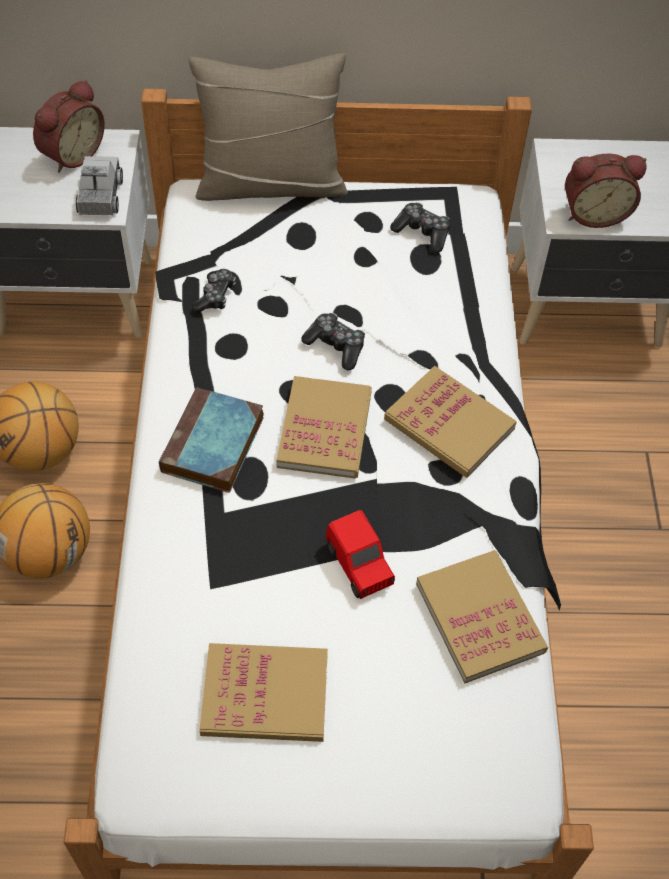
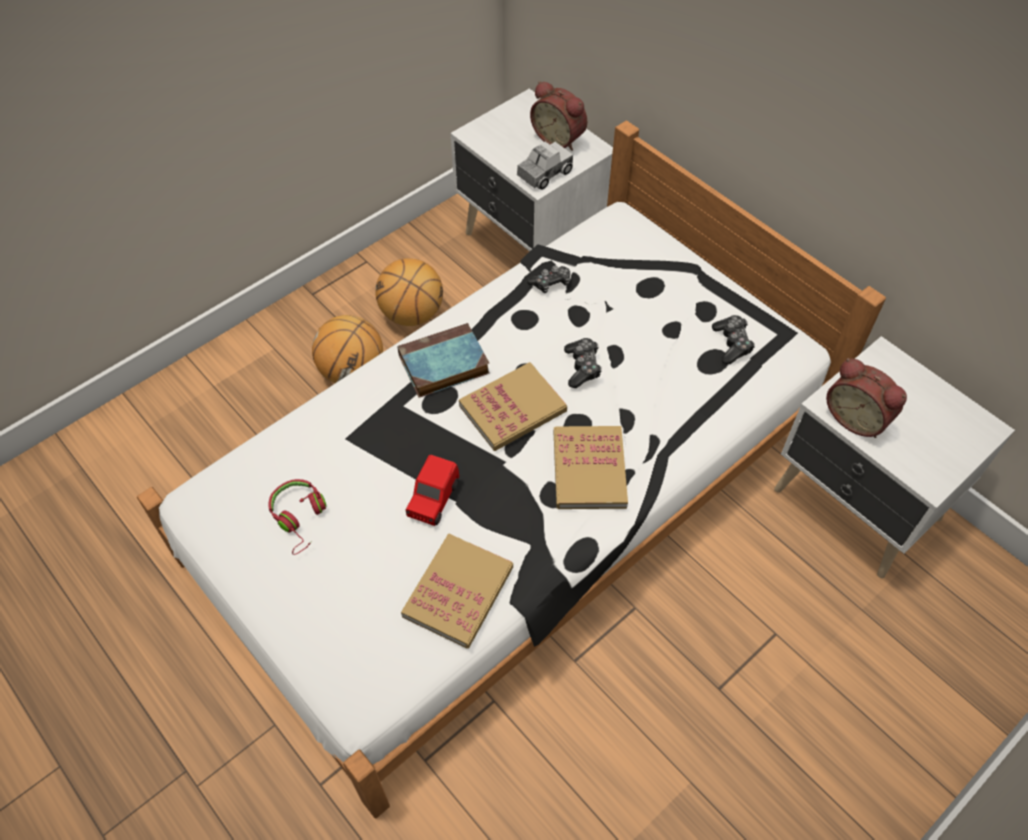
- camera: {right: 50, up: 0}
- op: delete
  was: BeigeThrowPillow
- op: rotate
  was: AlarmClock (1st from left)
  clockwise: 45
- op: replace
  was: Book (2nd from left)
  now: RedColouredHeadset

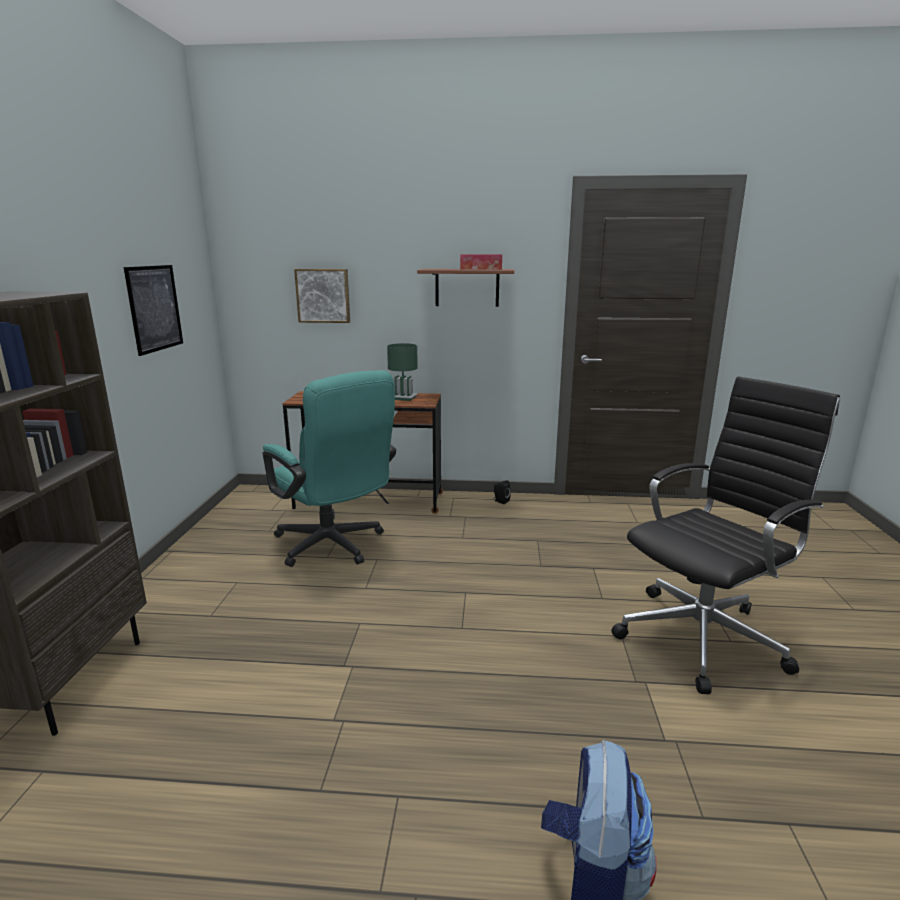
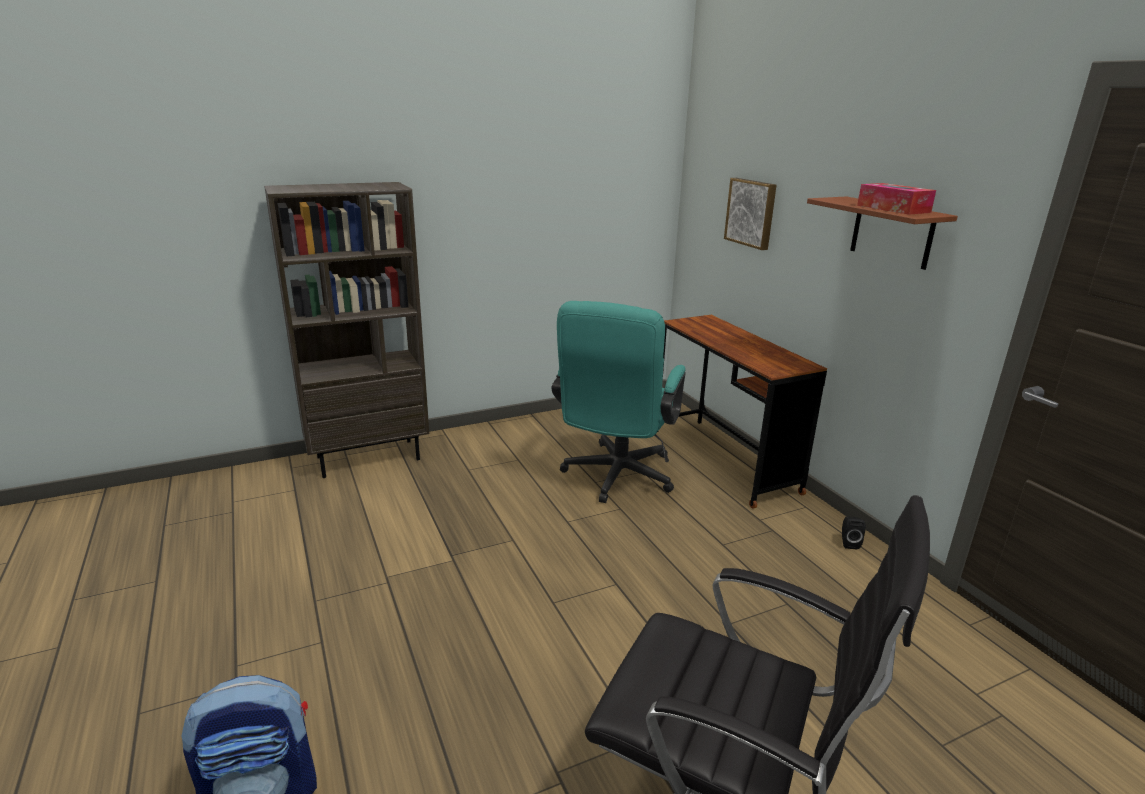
- camera: {right: 60, up: 5}
- op: delete
  was: Picture (1st from left)
- op: delete
  was: GreenLampForATable

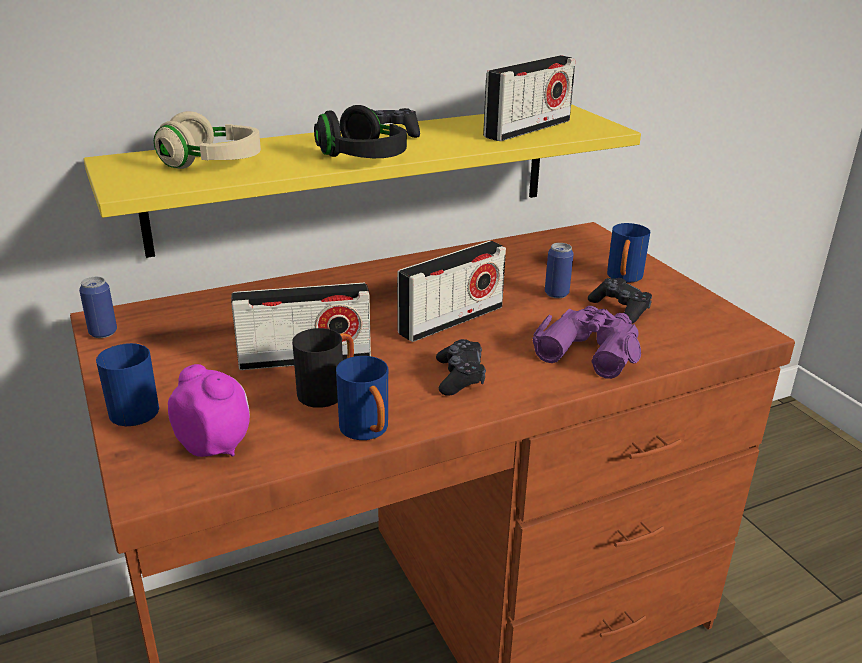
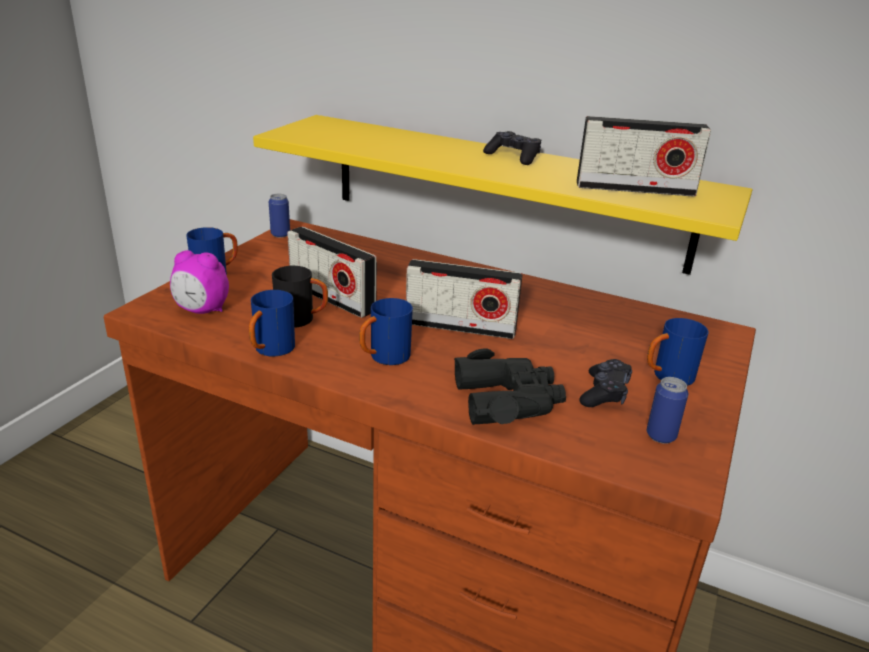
- camera: {right: 50, up: 0}
- op: delete
  was: BlackColouredHeadset
- op: delete
  was: BeigeHeadset
- op: move
  was: Can (2nd from left)
- op: recolor
  was: PurpleColouredPairOfBinoculars
  now: BlackColouredPairOfBinoculars
- op: replace
  was: BlackColouredGameController (2nd from left)
  now: BluishTeaMug (3rd from left)
- op: rotate
  was: AlarmClock
  clockwise: 105

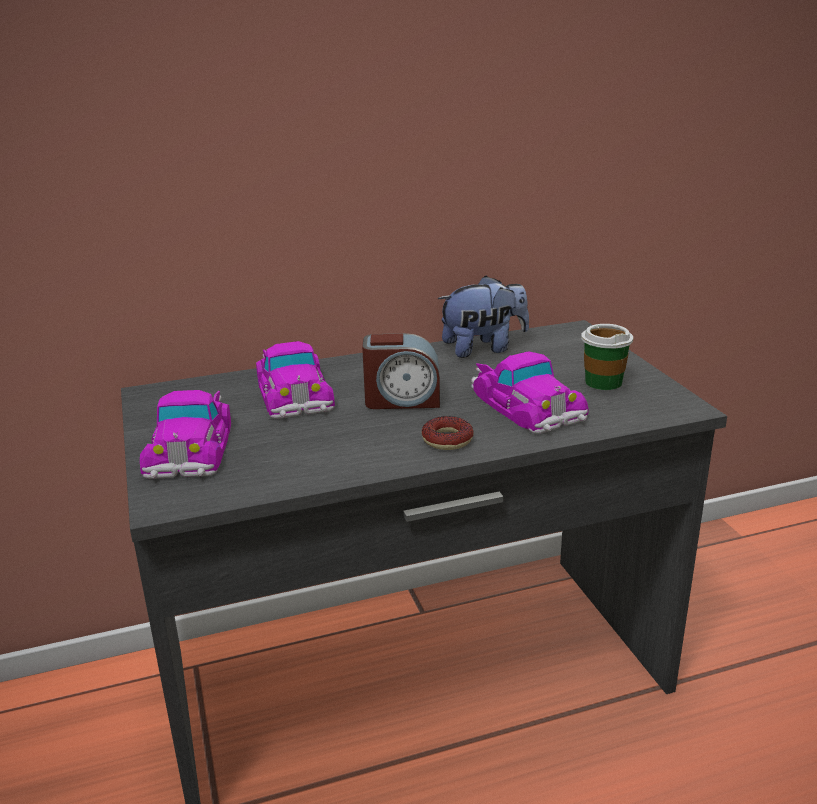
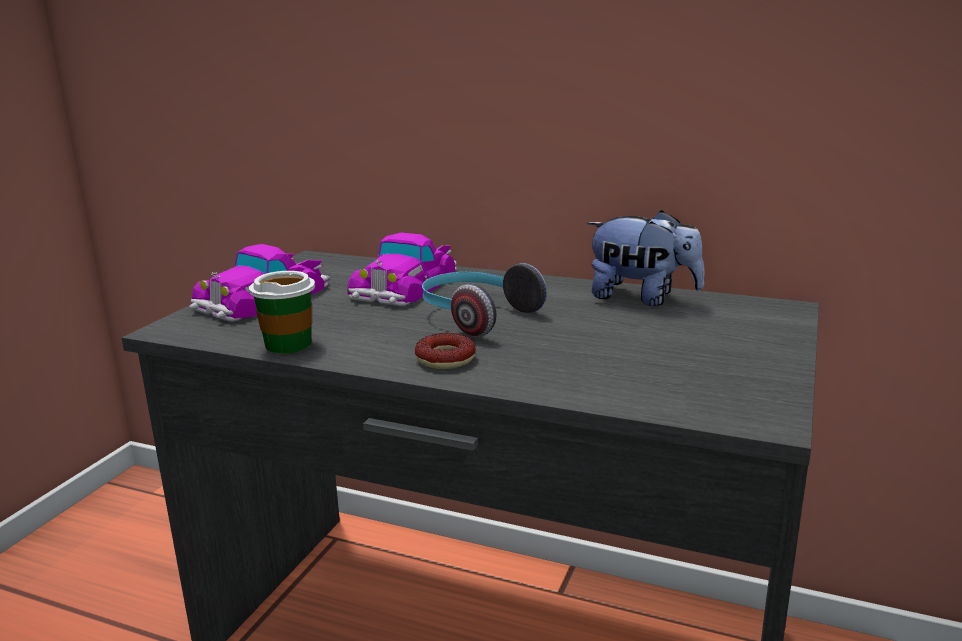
- camera: {right: 40, up: -5}
- op: move
  was: Cup
- op: replace
  was: AlarmClock
  now: Headset
- op: delete
  was: MiniatureCar (3rd from left)

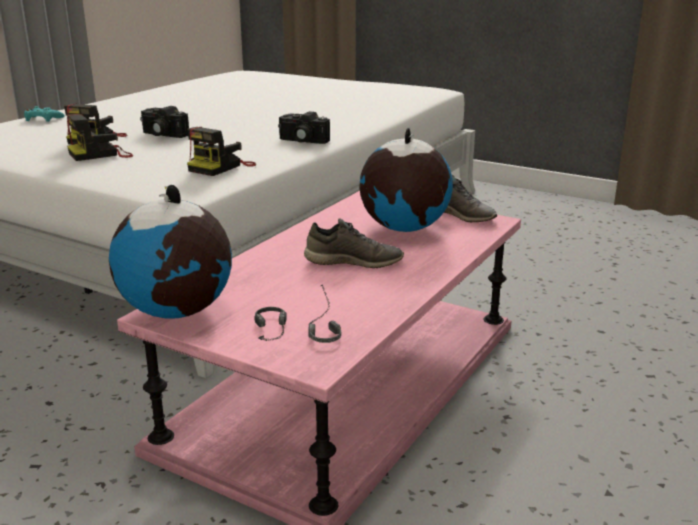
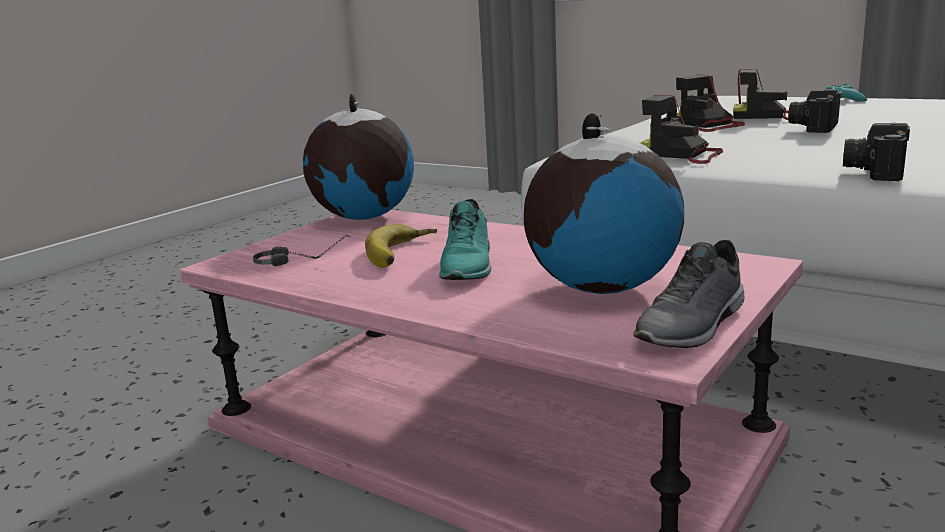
- camera: {right: 95, up: -5}
- op: recolor
  was: GrayItemOfFootwear (1st from left)
  now: BlueGreenItemOfFootwear
- op: delete
  was: Headset (1st from left)
- op: insert
  now: WholeBanana

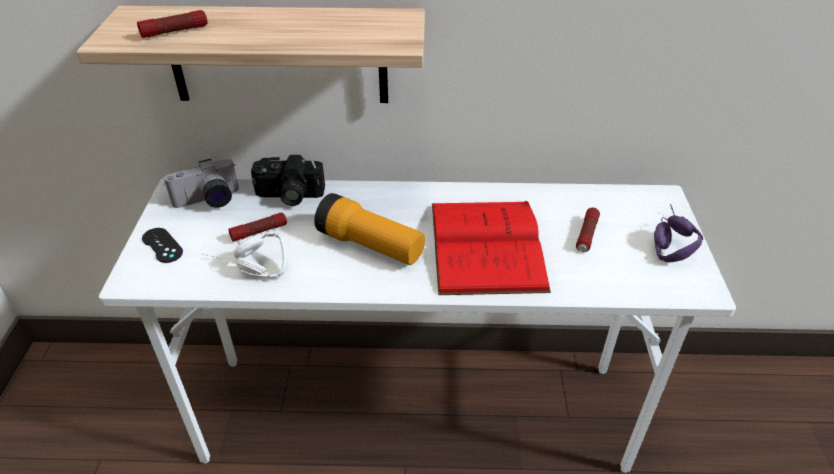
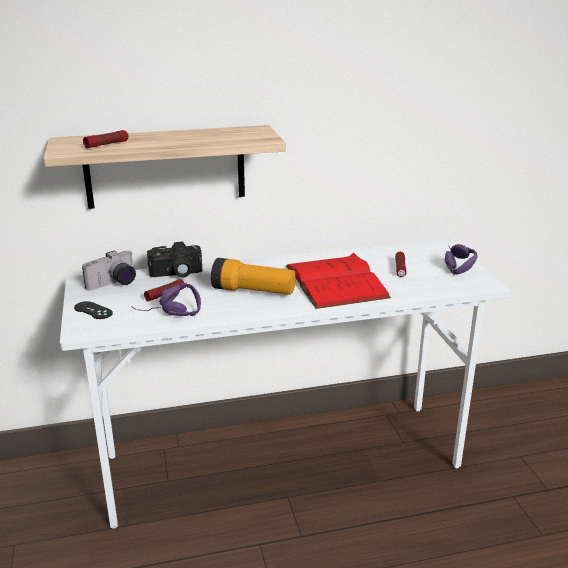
- camera: {right: -15, up: -15}
- op: recolor
  was: WhiteColouredHeadset
  now: PurpleColouredHeadset (1st from left)

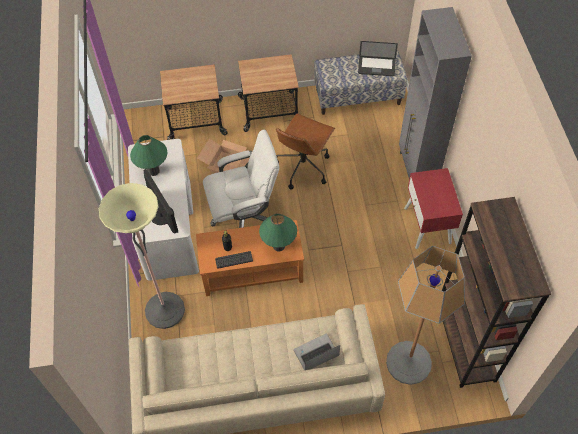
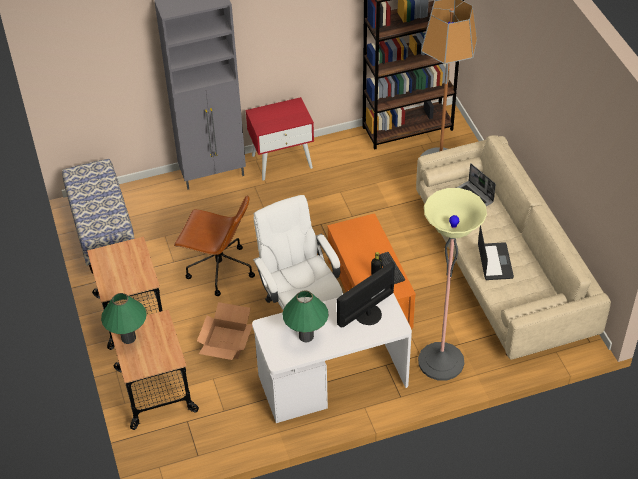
- camera: {right: -100, up: -10}
- op: move
  was: Laptop (2nd from left)
- op: move
  was: GreenLampForATable (2nd from left in the first image)
  now: GreenLampForATable (1st from left)

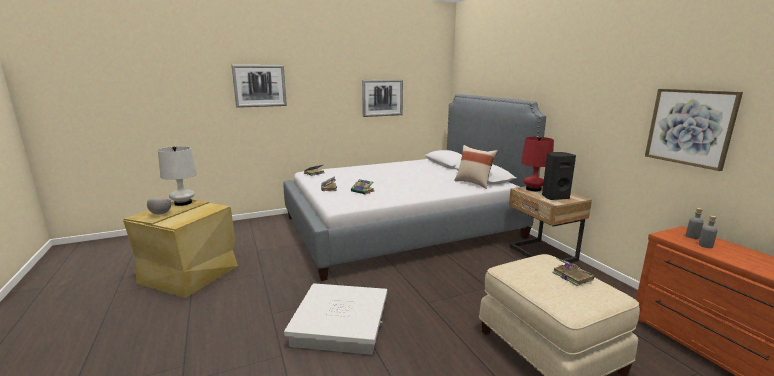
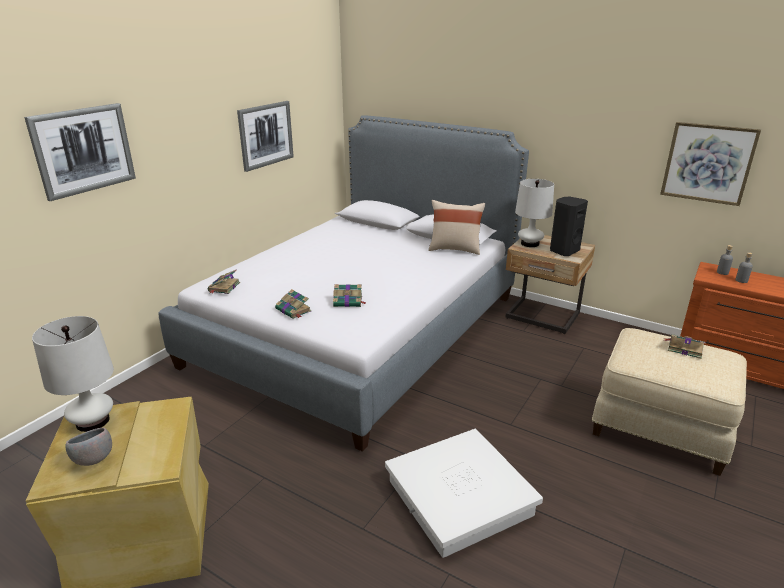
- camera: {right: -35, up: 10}
- op: recolor
  was: RedColouredLampForATable
  now: WhiteColouredLampForATable (2nd from left)

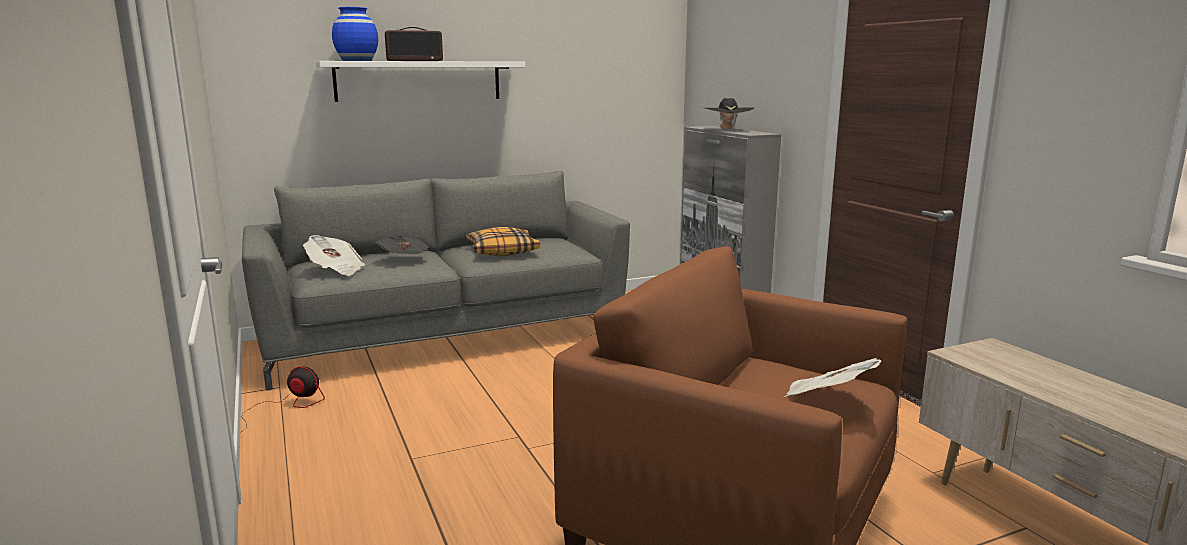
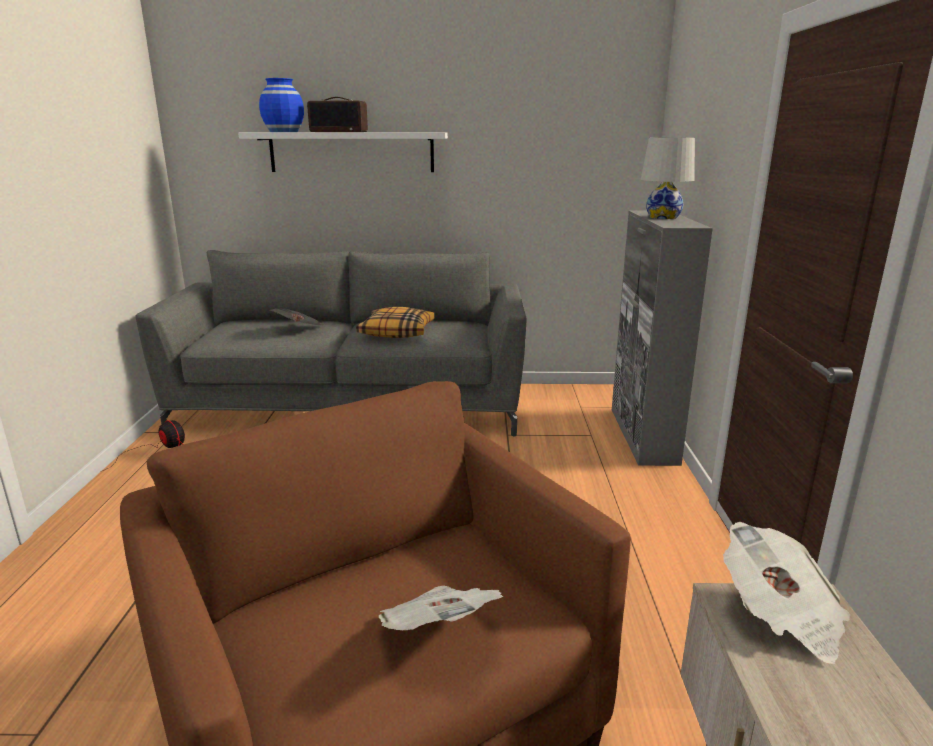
- camera: {right: 25, up: 5}
- op: replace
  was: BlackColouredClothingHat
  now: WhiteColouredLampForATable
- op: move
  was: PrintedPaper (1st from left in the first image)
  now: PrintedPaper (3rd from left)

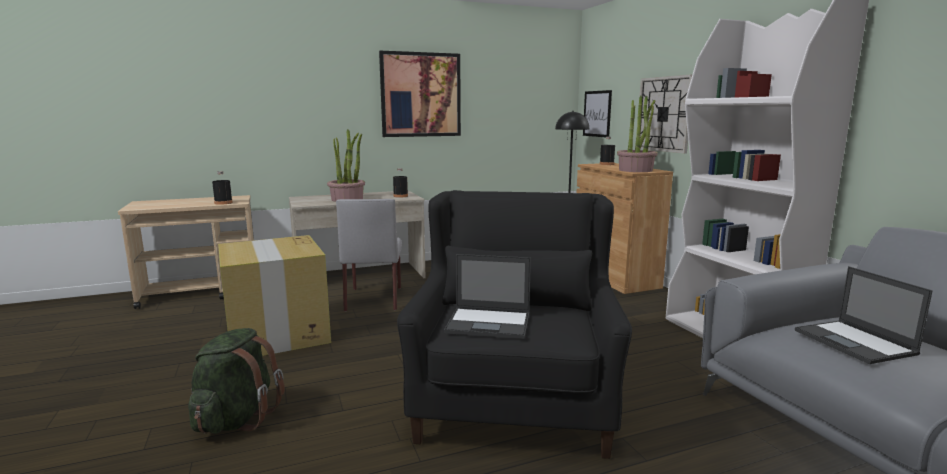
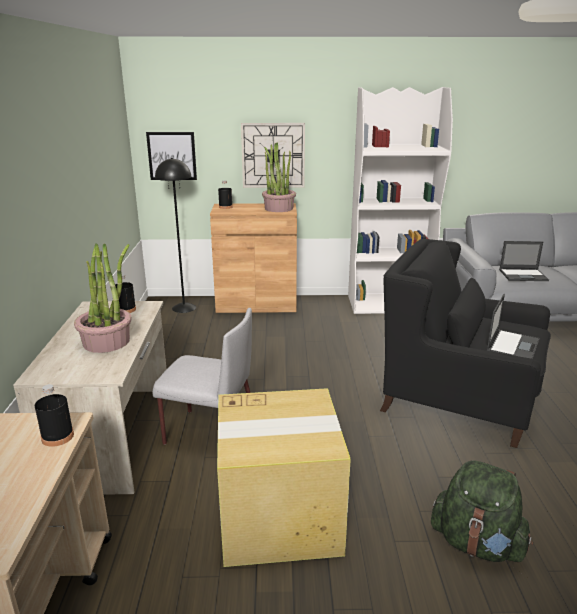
- camera: {right: -70, up: 10}
- op: delete
  was: Picture (1st from left)

